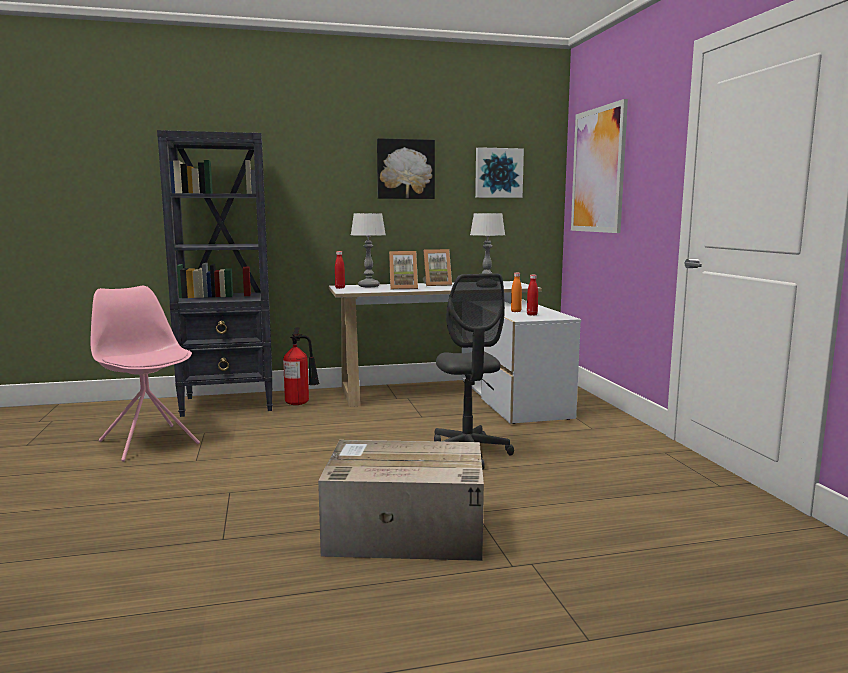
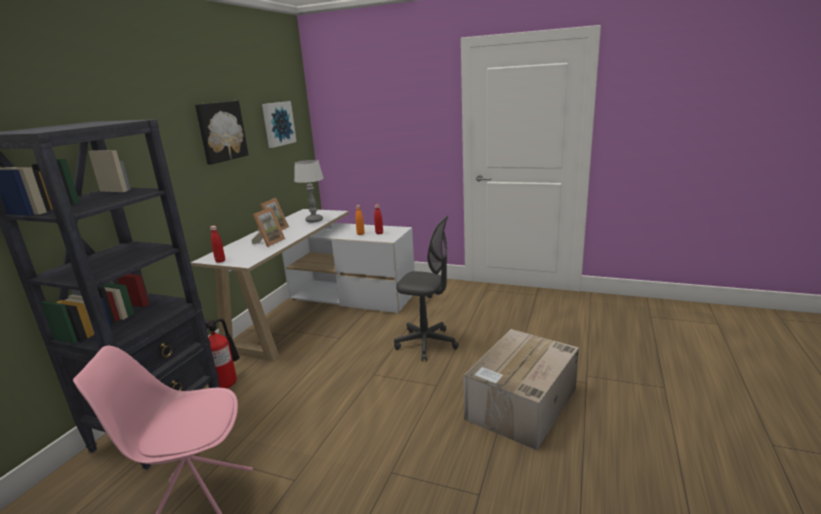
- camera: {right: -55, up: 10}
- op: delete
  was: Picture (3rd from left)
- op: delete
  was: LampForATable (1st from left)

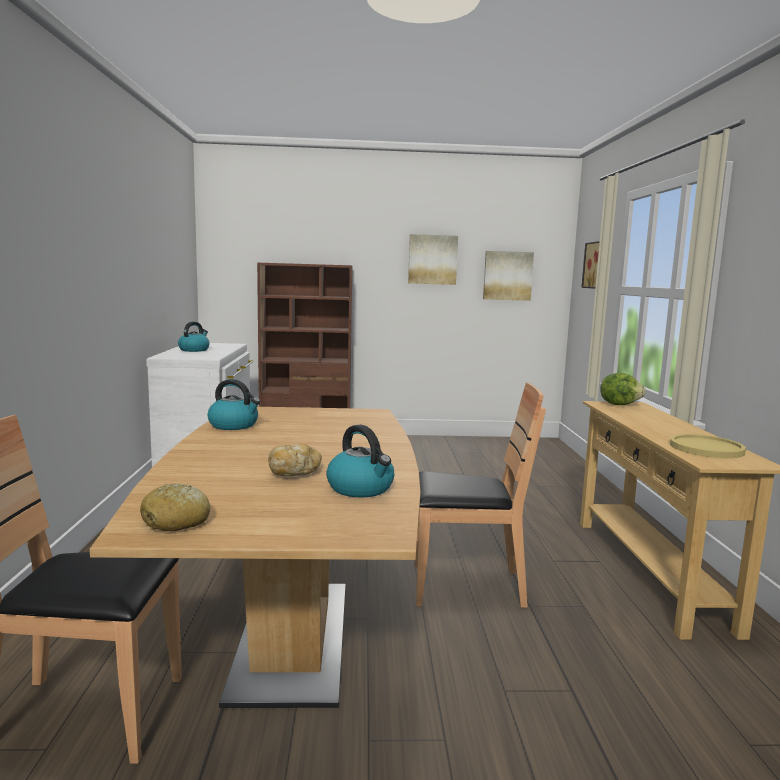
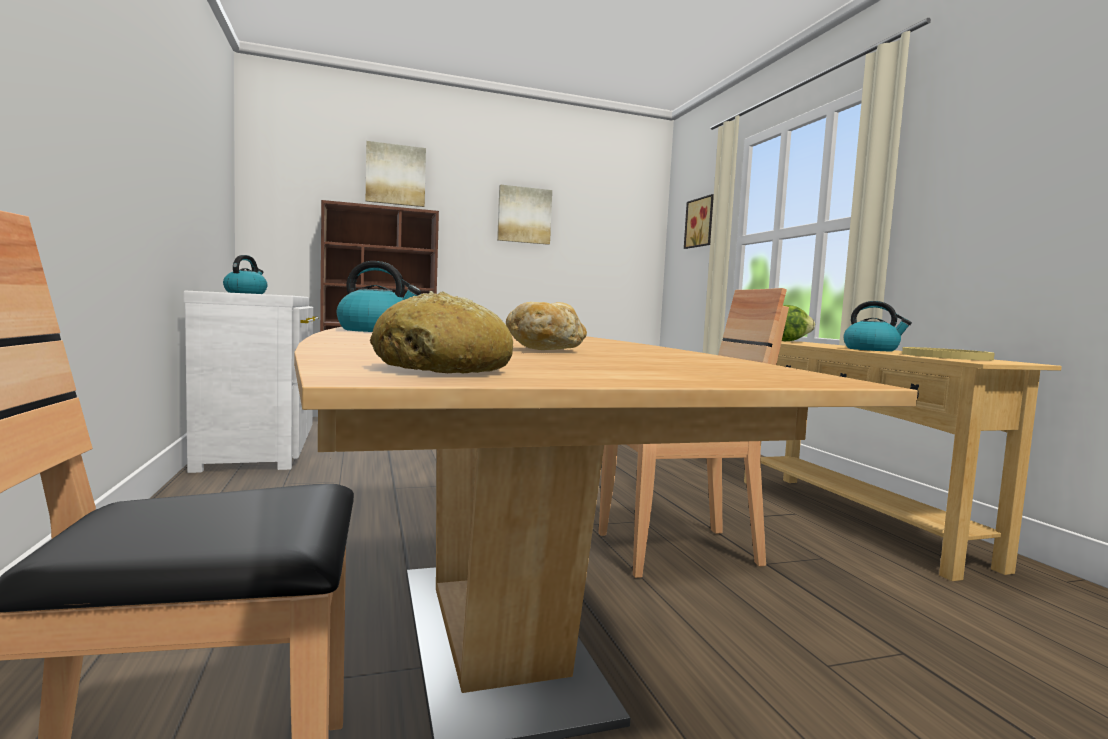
- camera: {right: -15, up: -5}
- op: move
  was: Picture (2nd from left in the first image)
  now: Picture (1st from left)
- op: move
  was: WaterKettle (3rd from left)

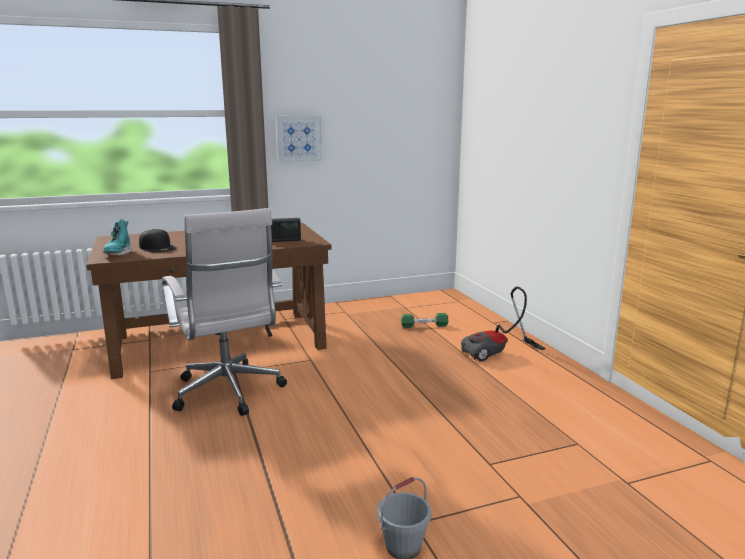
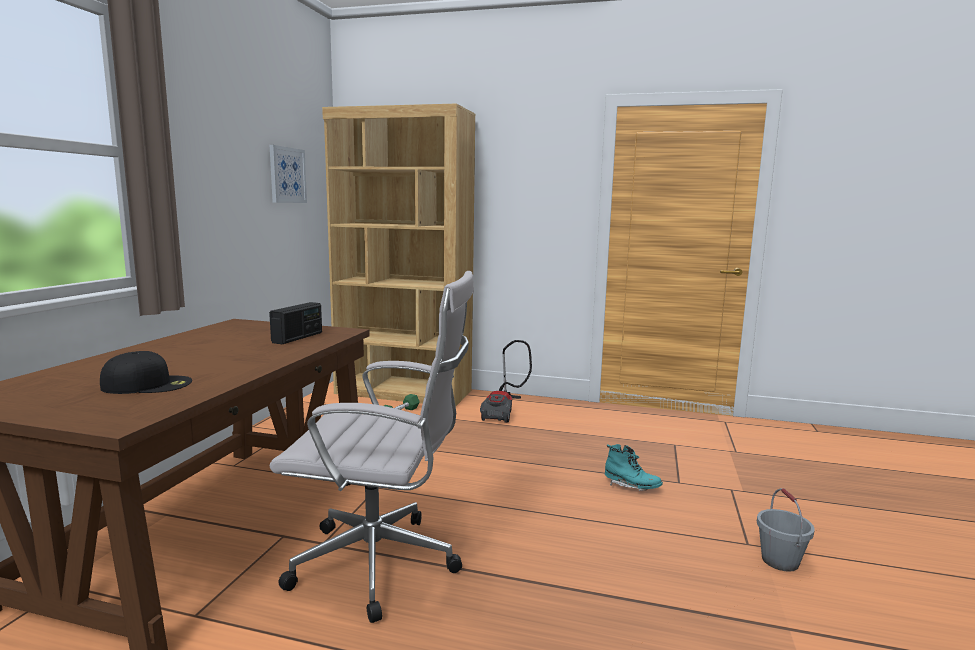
- camera: {right: -55, up: -5}
- op: move
  was: Picture
- op: move
  was: BlueGreenTallBoot
- op: insert
  now: BrownColouredBookshelf

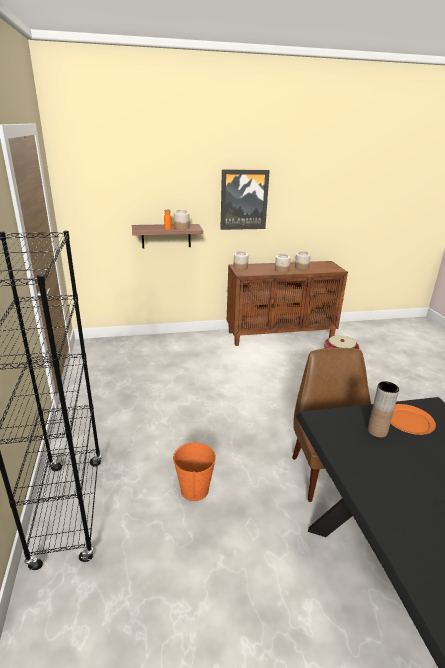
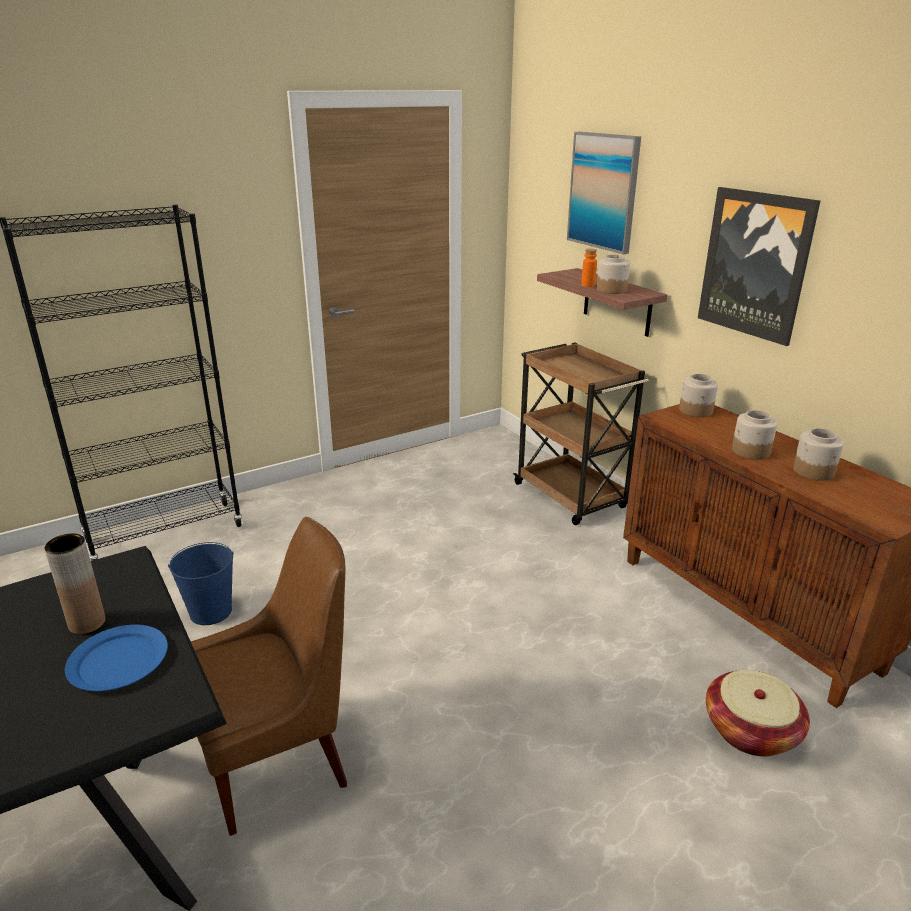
- camera: {right: 70, up: 0}
- op: recolor
  was: OrangeColouredFlatDish
  now: BluishFlatDish
- op: recolor
  was: OrangeColouredWaterBucket
  now: BluishWaterBucket
- op: insert
  now: Picture (1st from left)
- op: insert
  now: BrownColouredWheeledCart

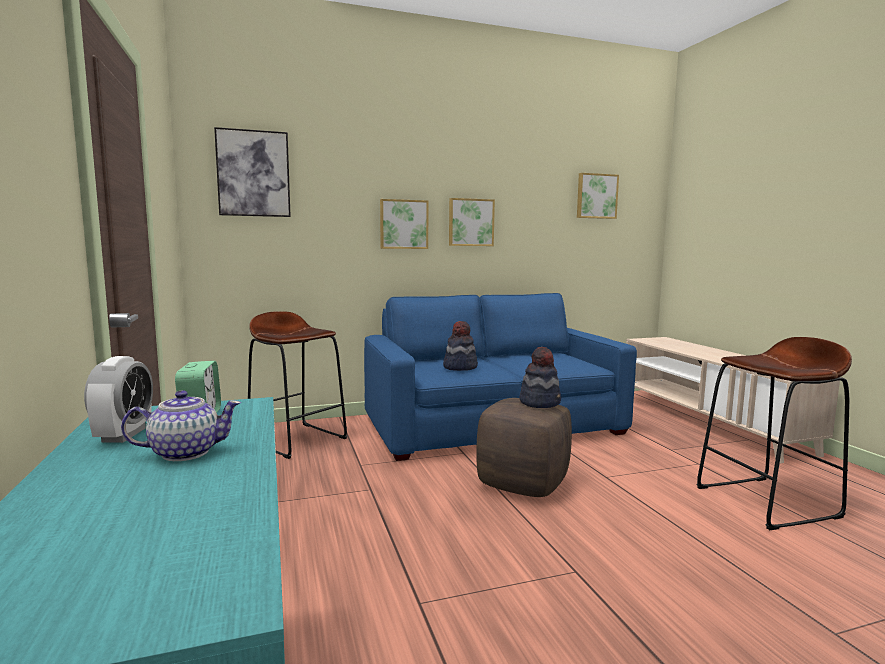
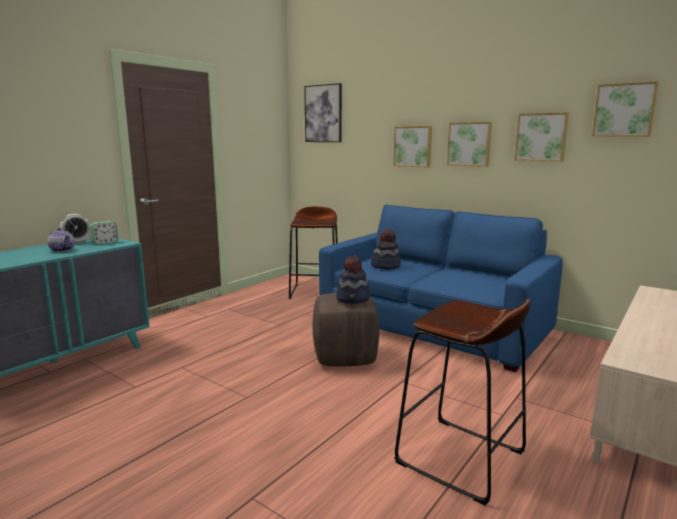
- camera: {right: 55, up: 5}
- op: insert
  now: Picture (4th from left)

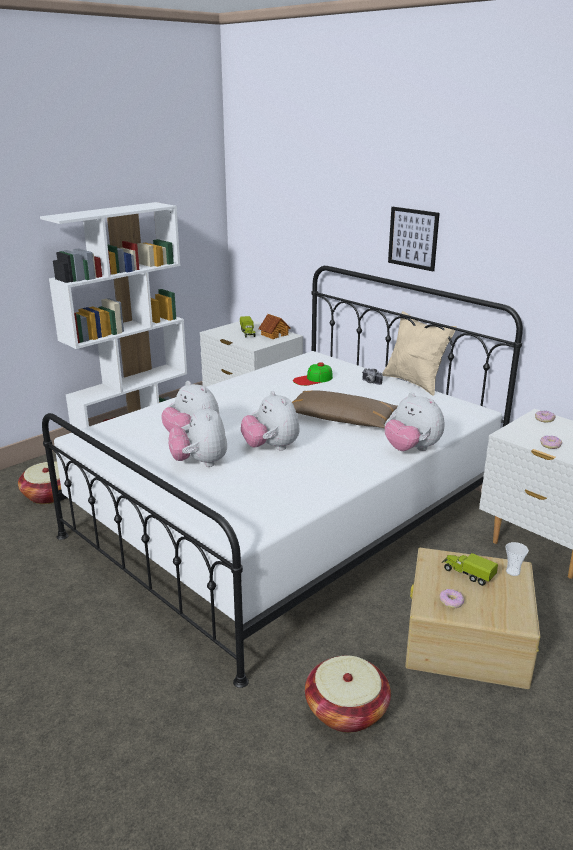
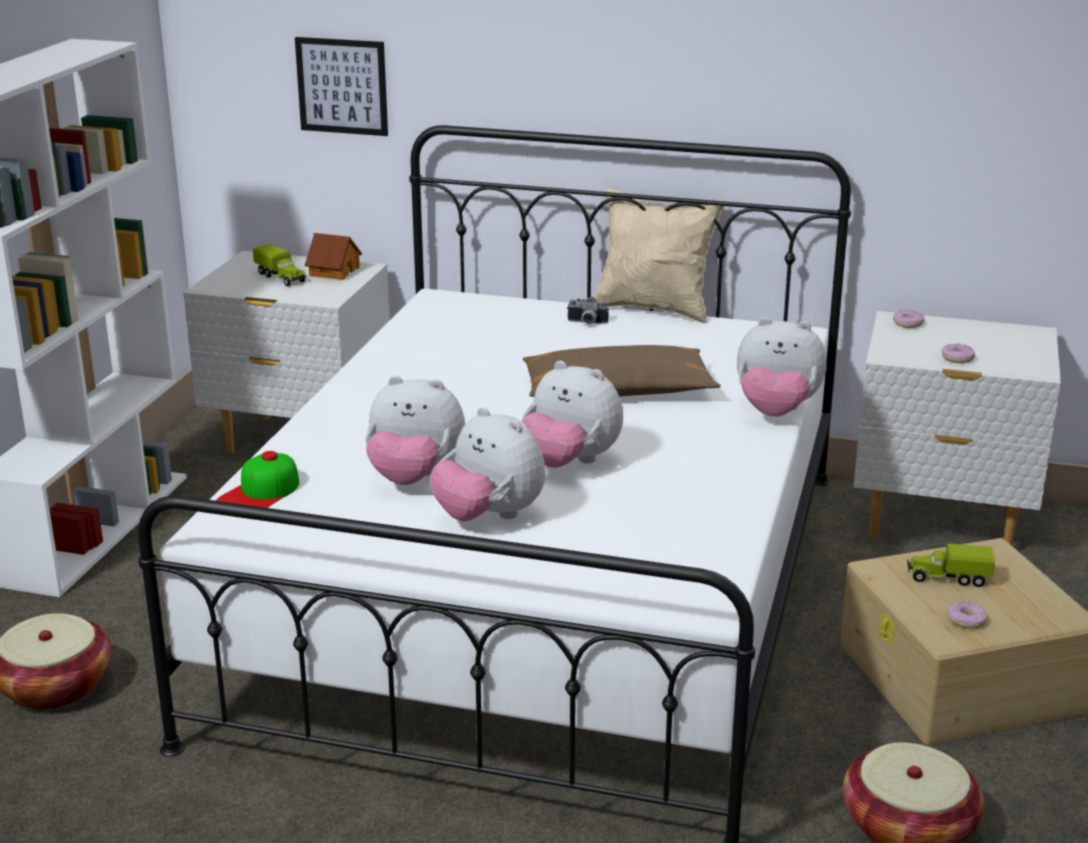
- camera: {right: -30, up: 0}
- op: move
  was: Picture
- op: move
  was: BaseballCap
- op: delete
  was: Cup

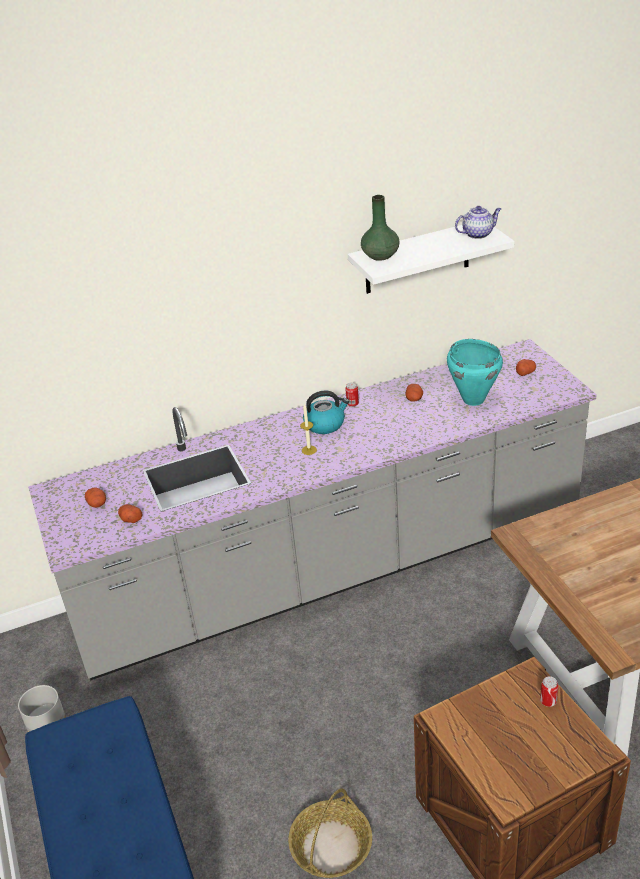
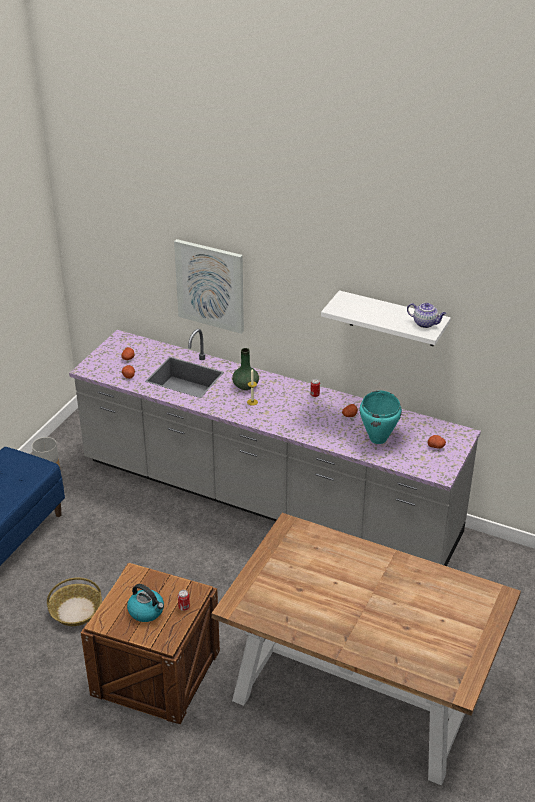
- camera: {right: 45, up: 0}
- op: move
  was: GreenDecorativeVase
- op: move
  was: WaterKettle
- op: insert
  now: Picture

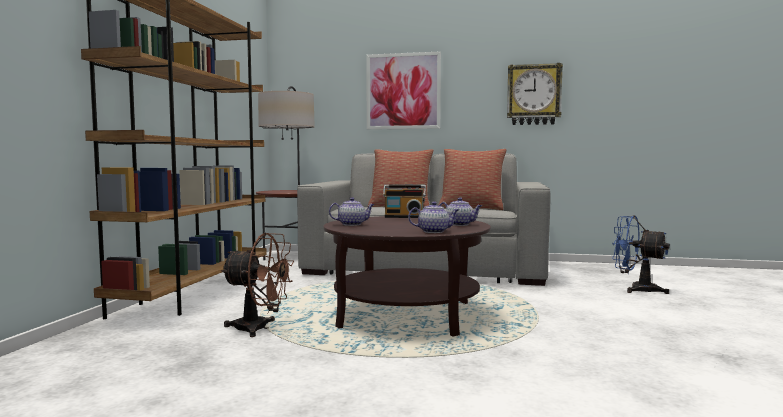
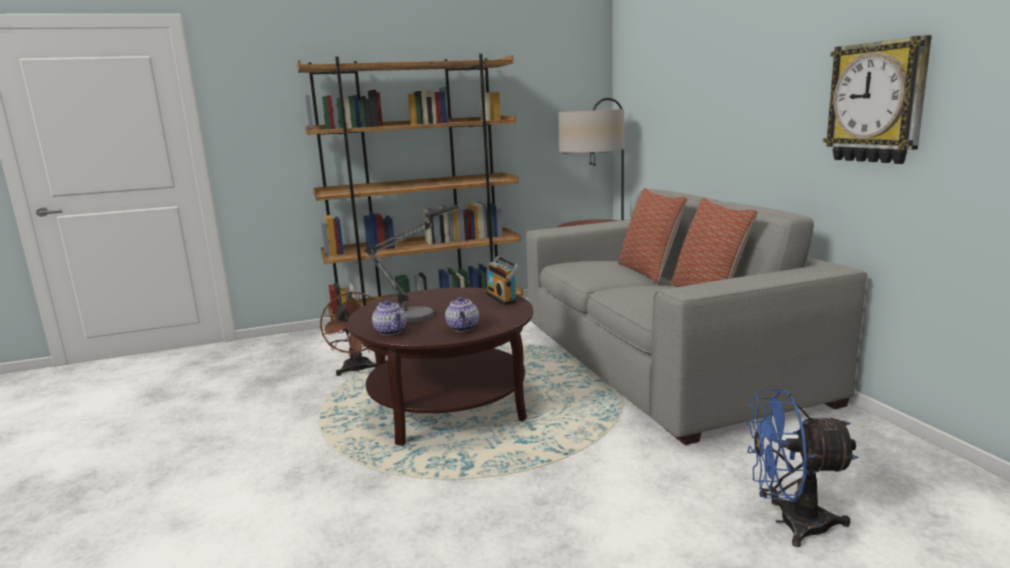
- camera: {right: 60, up: 10}
- op: delete
  was: Picture
- op: delete
  was: TeaPot (1st from left)
- op: rotate
  was: BluishFan
  clockwise: -90
- op: insert
  now: LampForATable

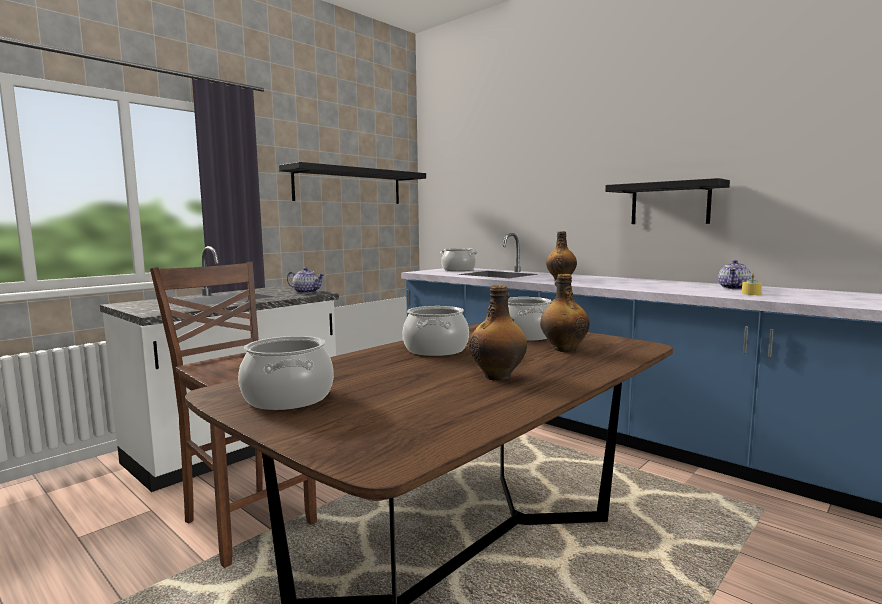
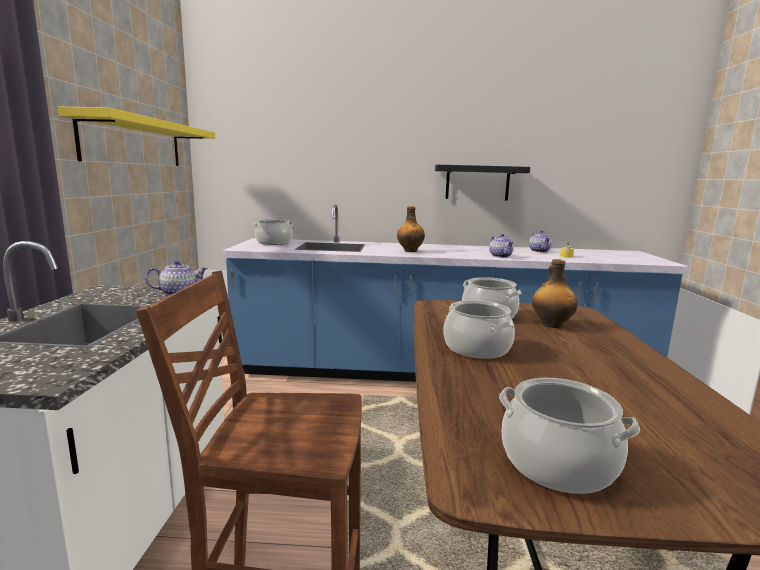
- camera: {right: -40, up: 5}
- op: recolor
  was: BlackColouredShelf (1st from left)
  now: YellowShelf
- op: delete
  was: Bottle (1st from left)
- op: insert
  now: TeaPot (2nd from left)

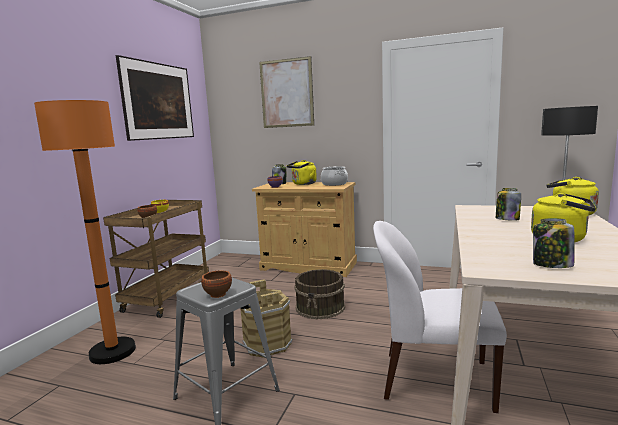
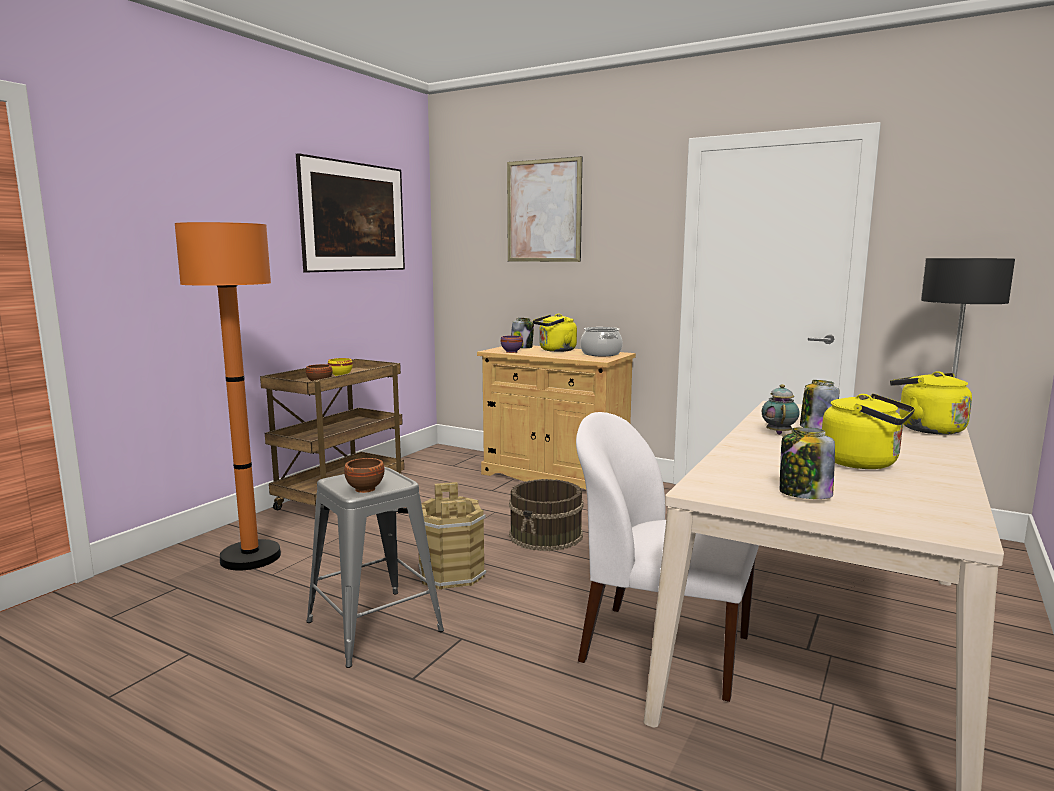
- camera: {right: 10, up: 0}
- op: insert
  now: TeaPot

